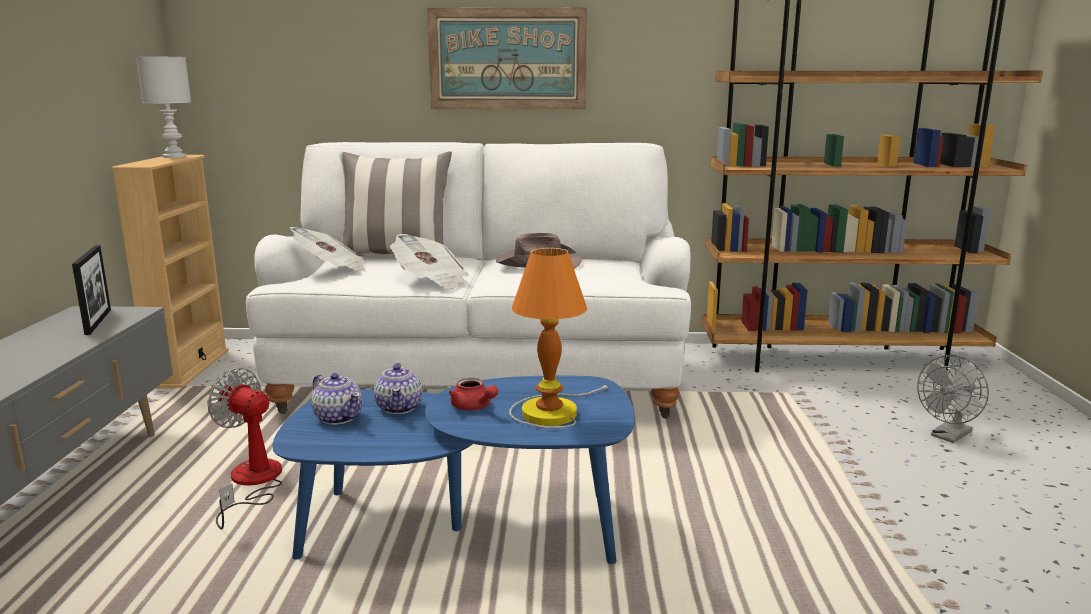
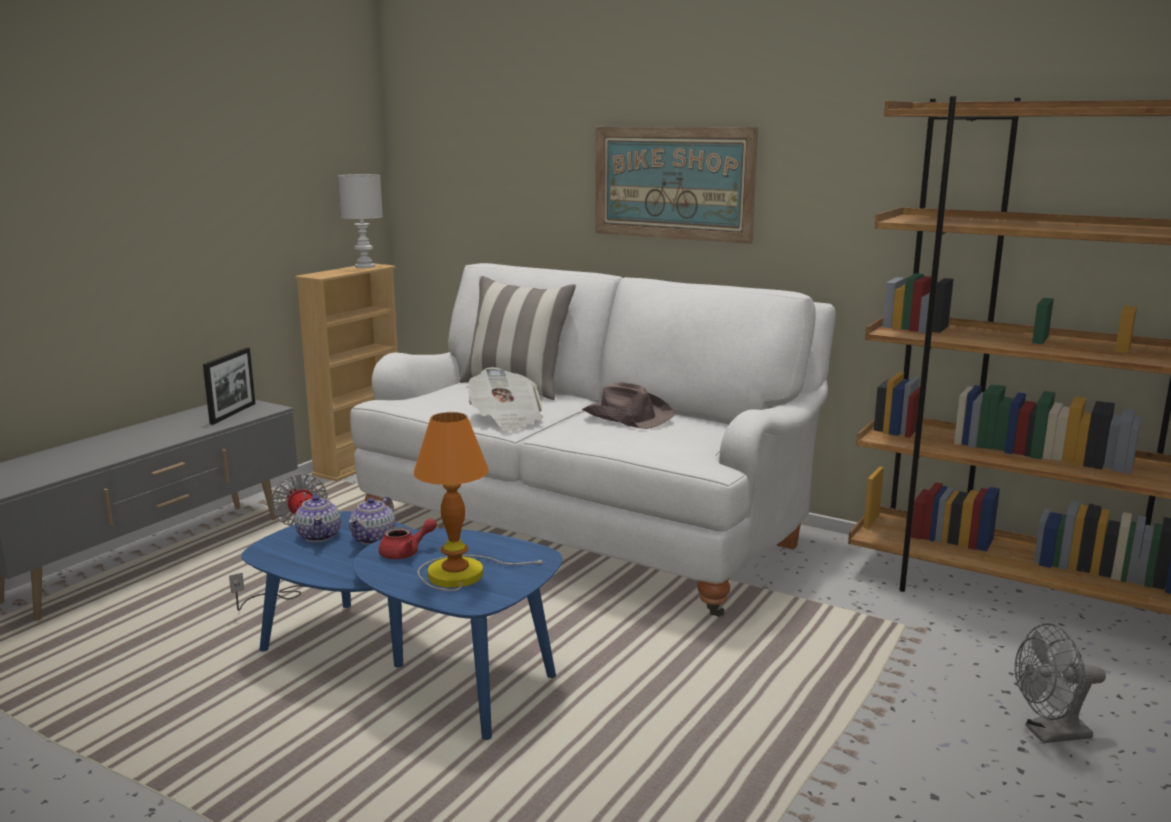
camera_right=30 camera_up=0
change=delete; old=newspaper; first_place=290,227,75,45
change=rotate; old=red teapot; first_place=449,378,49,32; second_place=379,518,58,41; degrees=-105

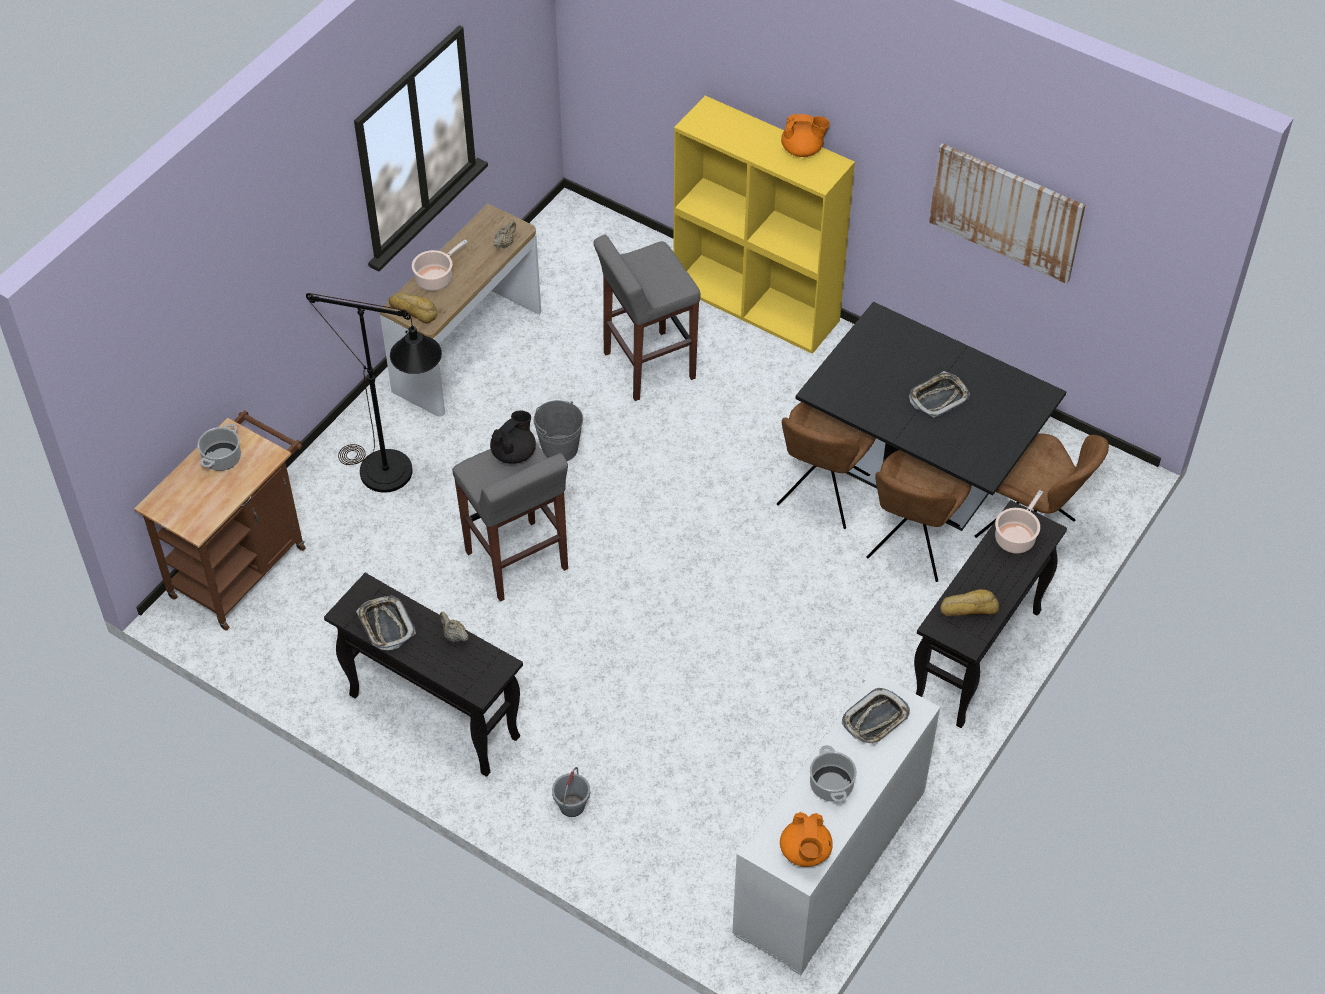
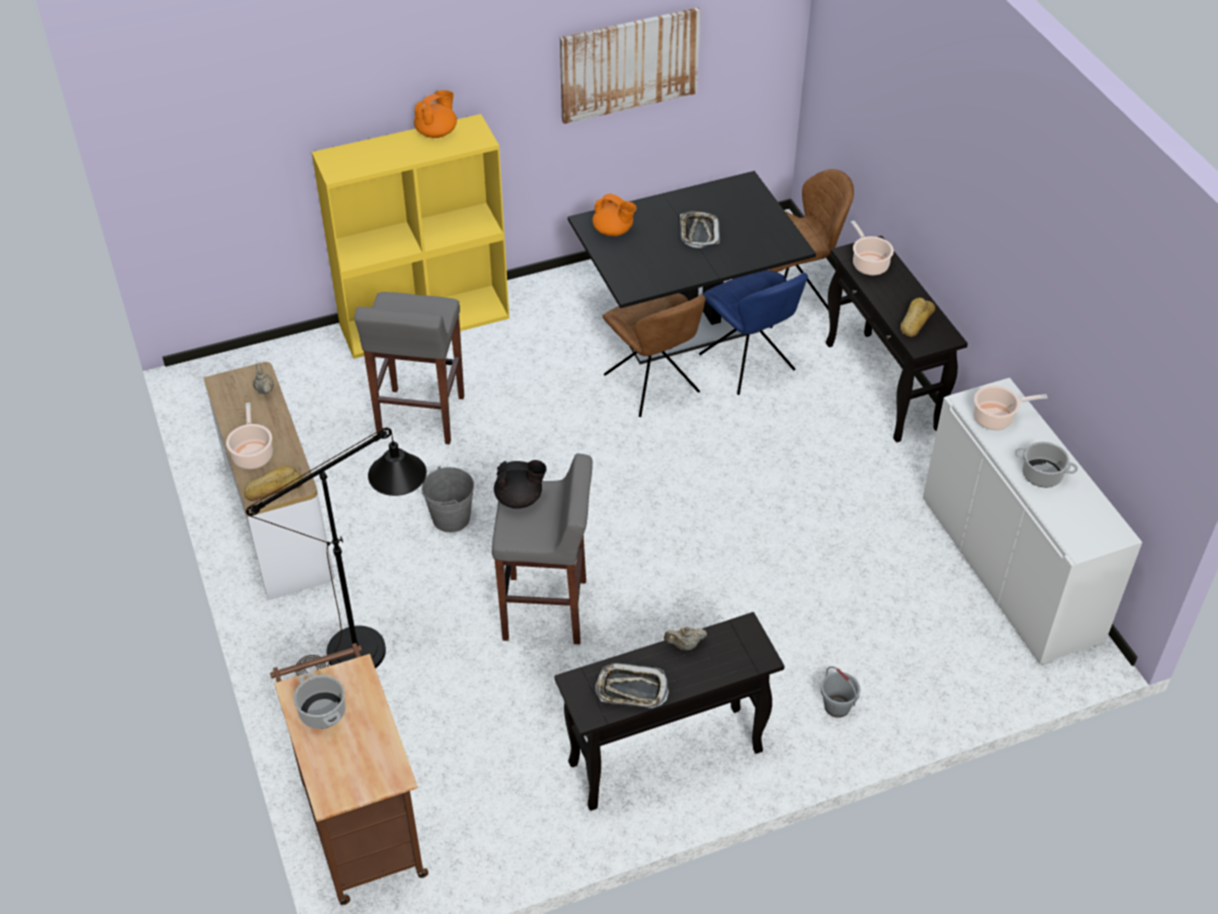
camera_right=-55 camera_up=-5
change=rotate; old=black teapot; first_place=490,410,46,54; second_place=494,460,53,49; degrees=105
change=move; old=orange teapot; first_place=780,812,53,55; second_place=593,194,44,42
change=replace; old=tray; new=cooking pot; first_place=842,688,68,56; second_place=973,386,75,44
change=recolor; old=brown chair; new=blue chair; first_place=866,450,106,132; second_place=699,270,109,125

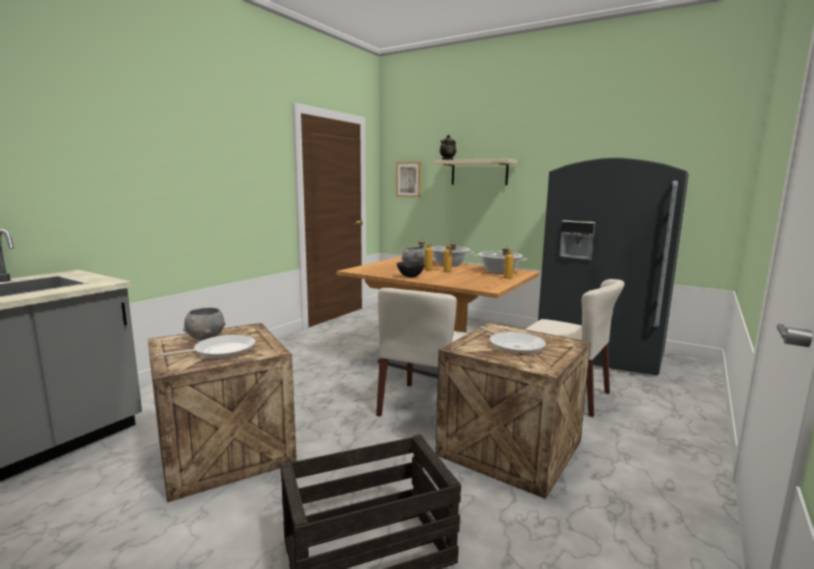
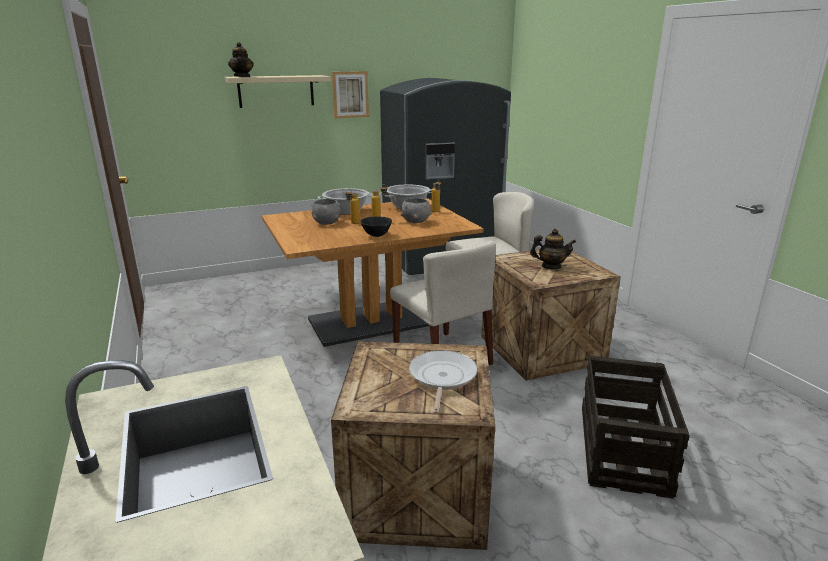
camera_right=-55 camera_up=10
change=move; old=grey bowl; first_place=183,307,43,33; second_place=401,198,31,25
change=move; old=picture; first_place=396,162,25,35; second_place=332,71,37,48
change=replace; old=frying pan; new=teapot; first_place=480,326,66,29; second_place=530,229,46,40

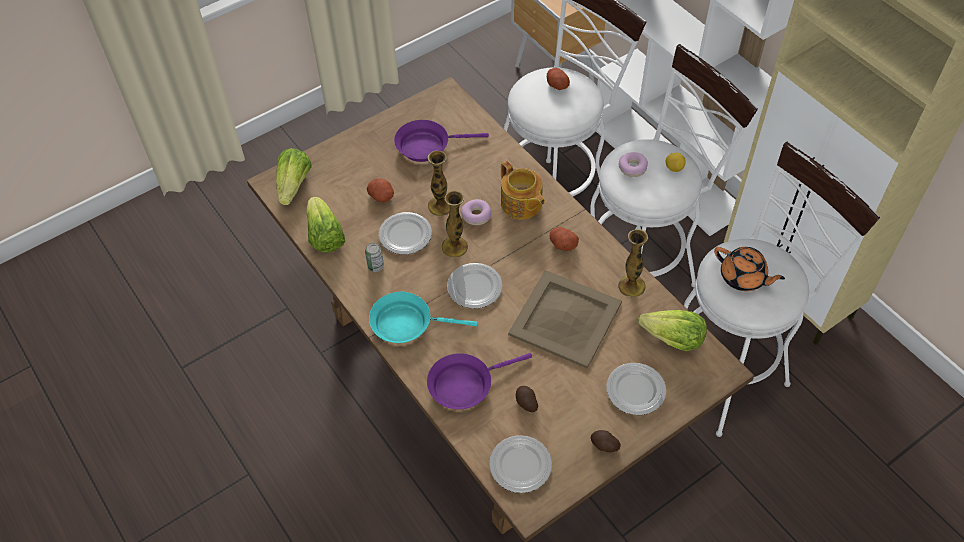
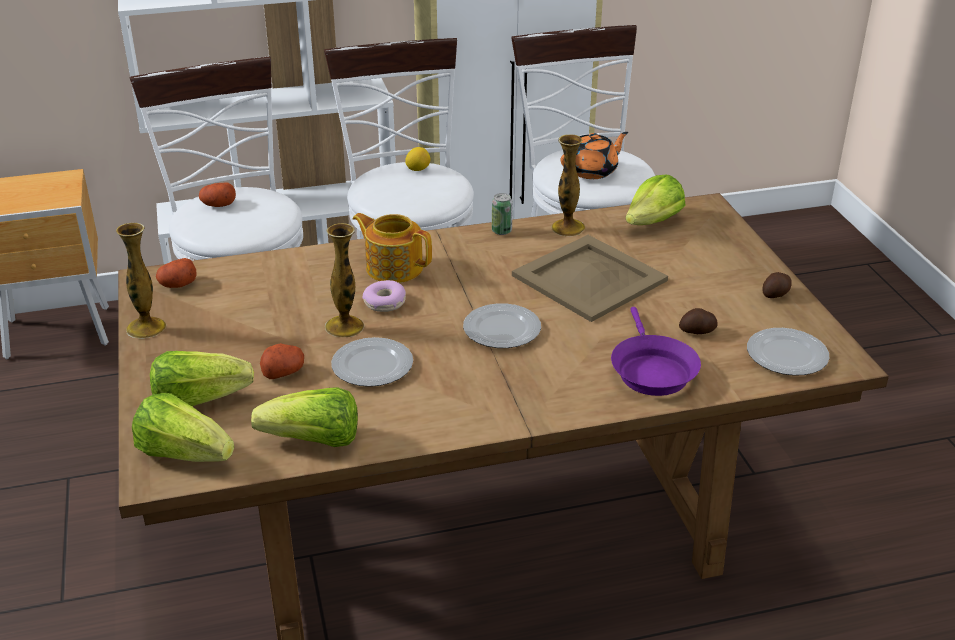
camera_right=-70 camera_up=-20
change=move; old=can; first_place=365,243,19,29; second_place=492,193,21,42
change=delete; old=turquoise frying pan; first_place=369,292,109,51
change=delete; old=purple frying pan; first_place=394,120,95,42
change=move; old=vase; first_place=441,191,27,66; second_place=116,223,50,116
change=rotate; old=teapot; first_place=501,161,44,59; second_place=352,213,80,70; degrees=-135
change=move; old=potato; first_place=550,227,29,24; second_place=156,258,41,30
change=delete; old=plate; first_place=606,363,60,52
change=delete; old=donut; first_place=618,152,30,25
change=insert; new=lettuce; second_place=150,351,104,55

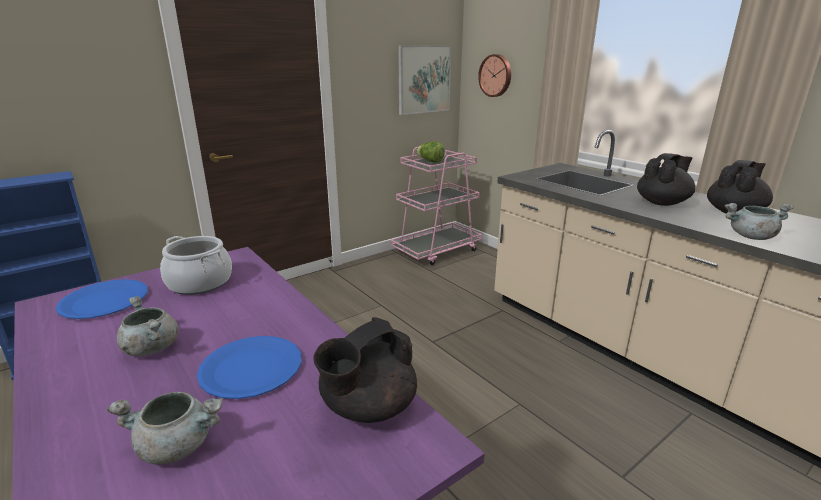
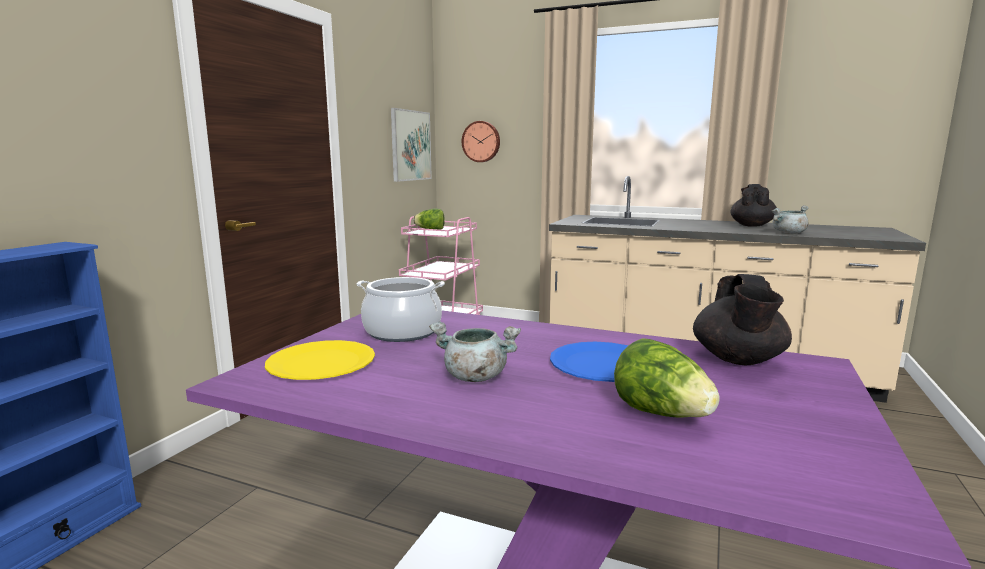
camera_right=-30 camera_up=-10
change=recolor; old=blue plate; new=yellow plate; first_place=56,279,92,40; second_place=265,340,110,40
change=replace; old=grey cooking pot; new=lettuce; first_place=107,392,116,72; second_place=614,338,106,80
change=delete; old=black teapot; first_place=637,153,58,53

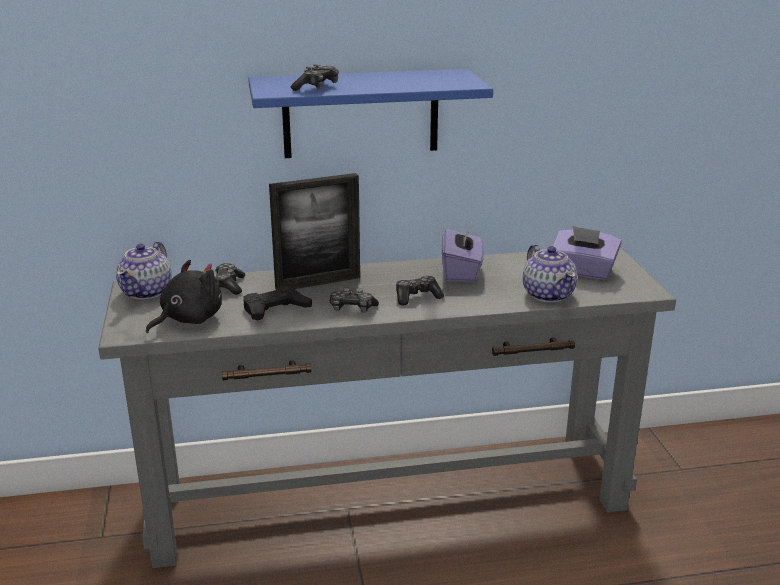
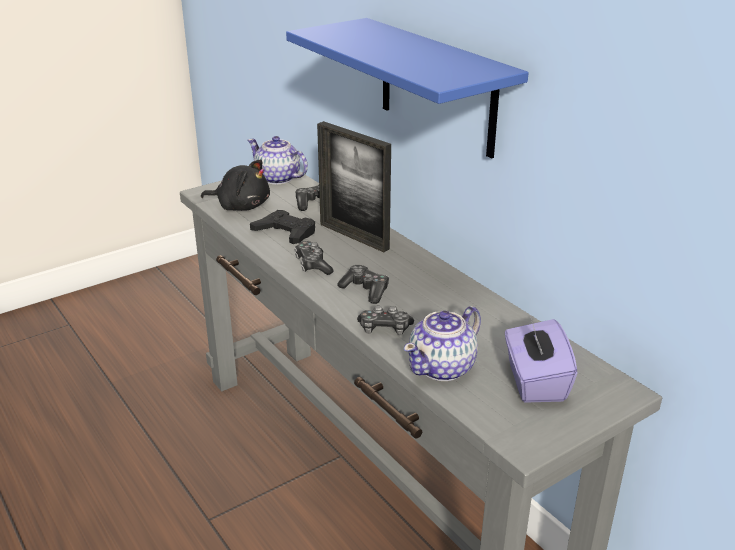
camera_right=65 camera_up=5
change=rotate; old=teapot; first_place=116,241,56,59; second_place=247,136,61,49; degrees=45
change=move; old=game controller; first_place=291,64,48,27; second_place=357,305,57,30
change=delete; old=purple tissue box; first_place=442,226,42,56

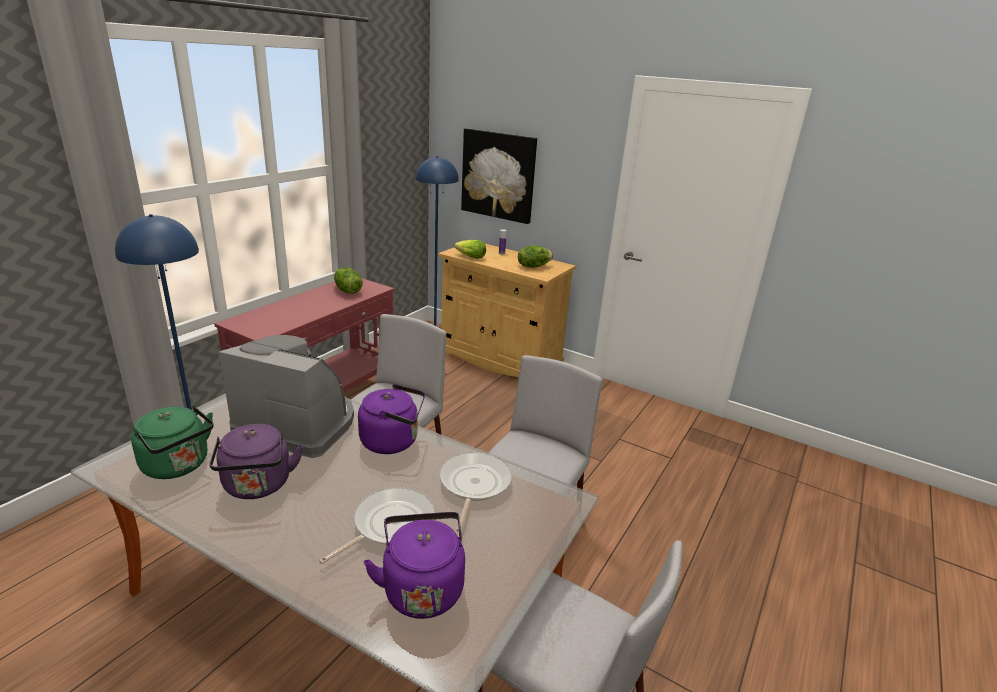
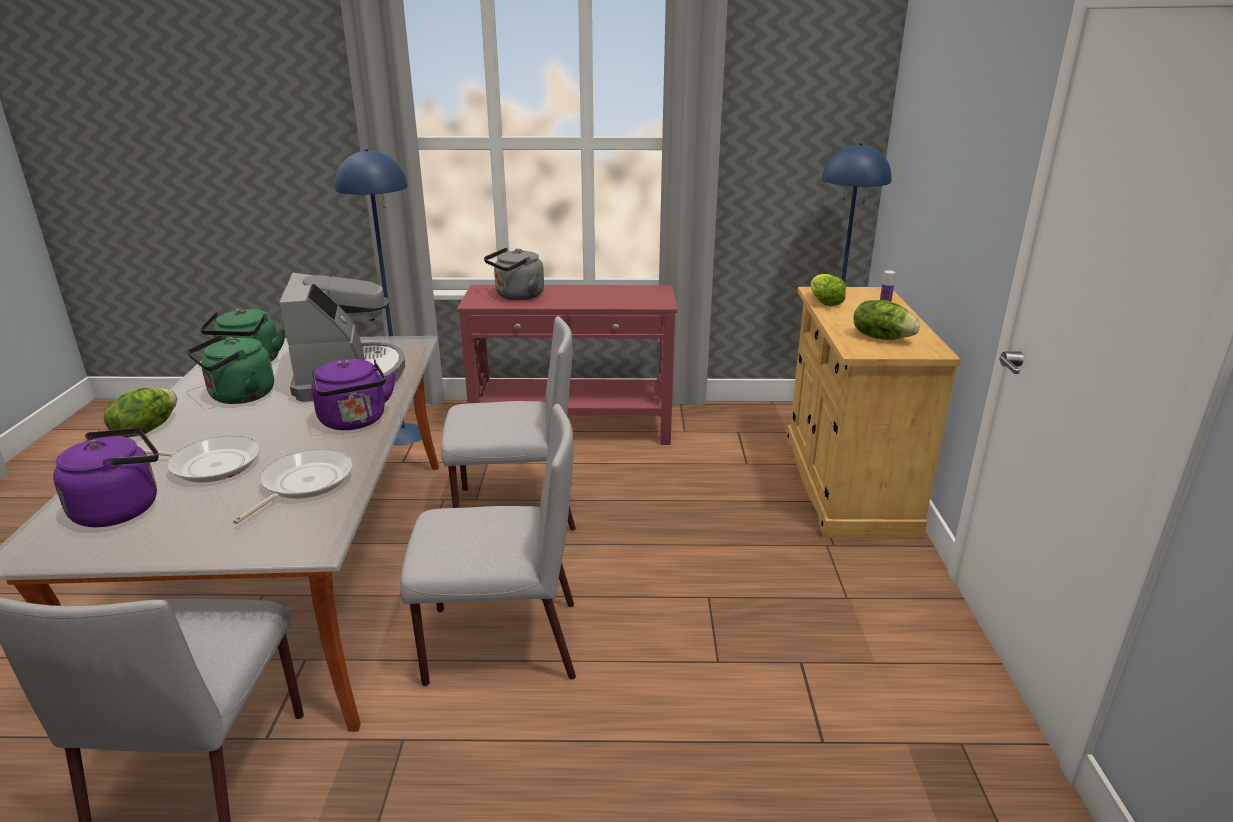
camera_right=60 camera_up=0
change=recolor; old=purple kettle; new=green kettle; first_place=209,424,94,75; second_place=187,335,87,69
change=move; old=lettuce; first_place=334,267,28,27; second_place=104,388,73,49
change=rotate; old=frying pan; first_place=439,452,73,80; second_place=233,449,120,75; degrees=-45
change=delete; old=picture; first_place=461,128,76,96
change=insert; new=grey kettle; second_place=484,247,60,53

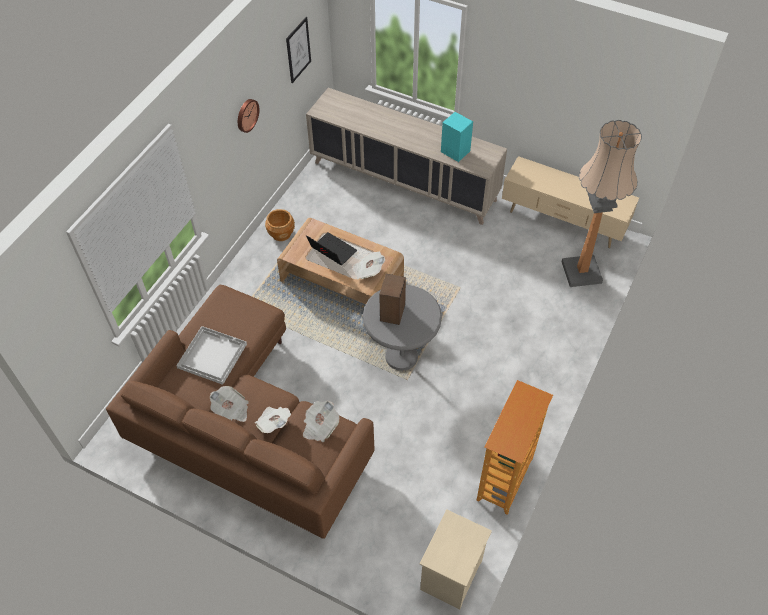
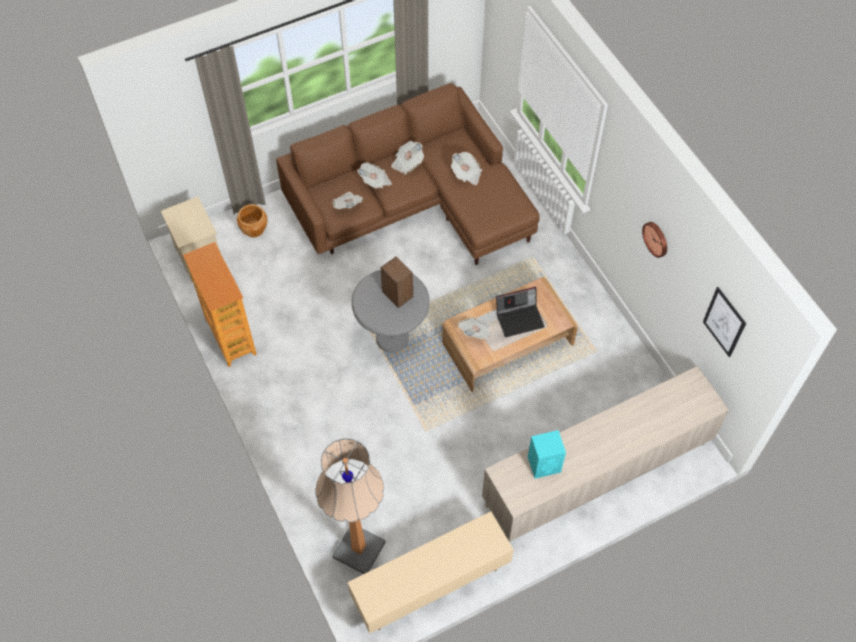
camera_right=125 camera_up=5
change=replace; old=white tray; new=newspaper; first_place=176,326,71,59; second_place=451,152,31,33
change=move; old=brown planter; first_place=265,209,30,32; second_place=237,204,31,33

